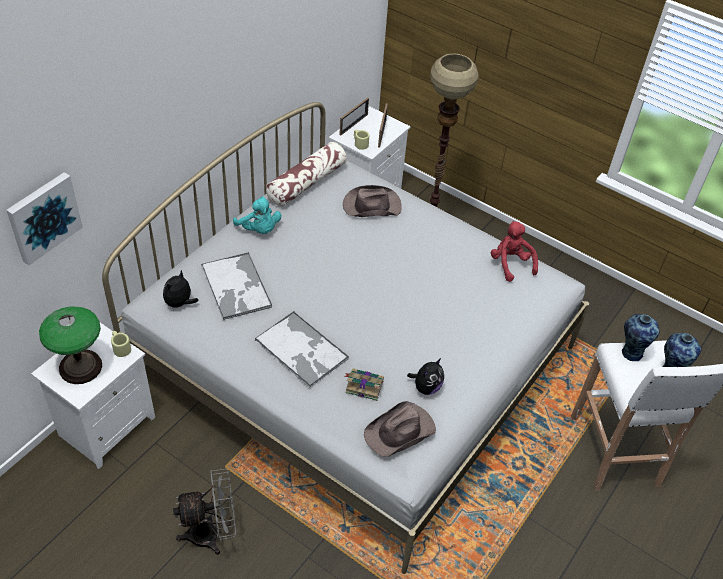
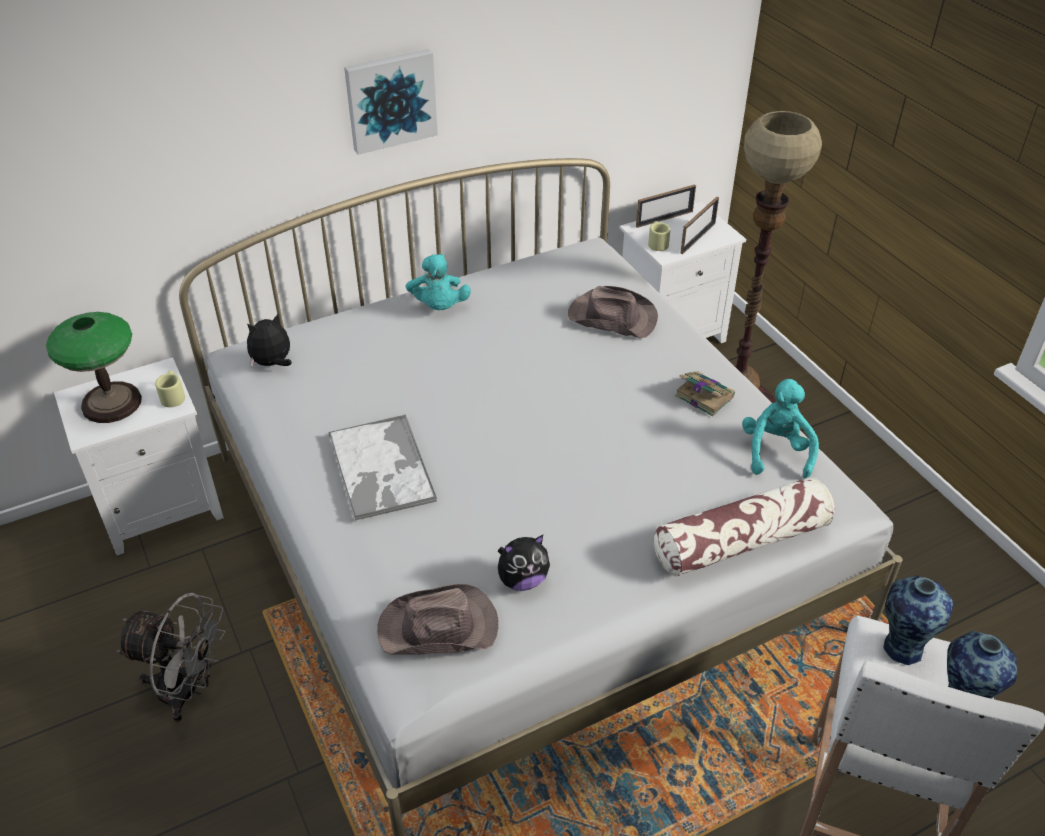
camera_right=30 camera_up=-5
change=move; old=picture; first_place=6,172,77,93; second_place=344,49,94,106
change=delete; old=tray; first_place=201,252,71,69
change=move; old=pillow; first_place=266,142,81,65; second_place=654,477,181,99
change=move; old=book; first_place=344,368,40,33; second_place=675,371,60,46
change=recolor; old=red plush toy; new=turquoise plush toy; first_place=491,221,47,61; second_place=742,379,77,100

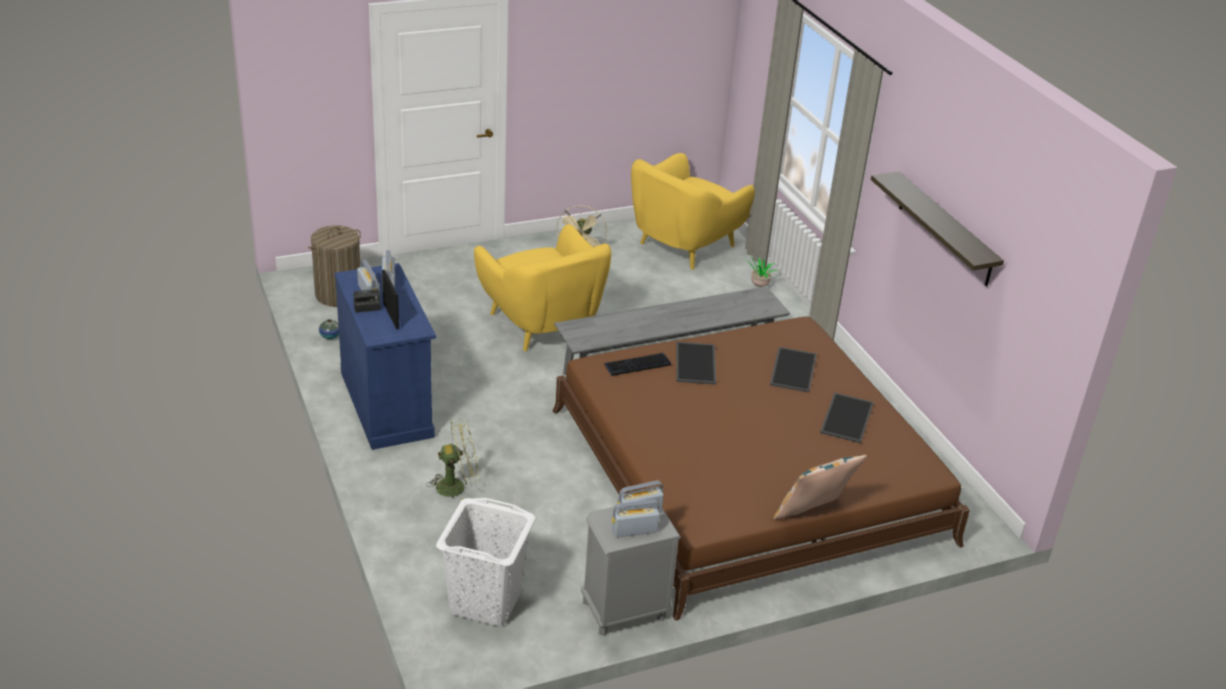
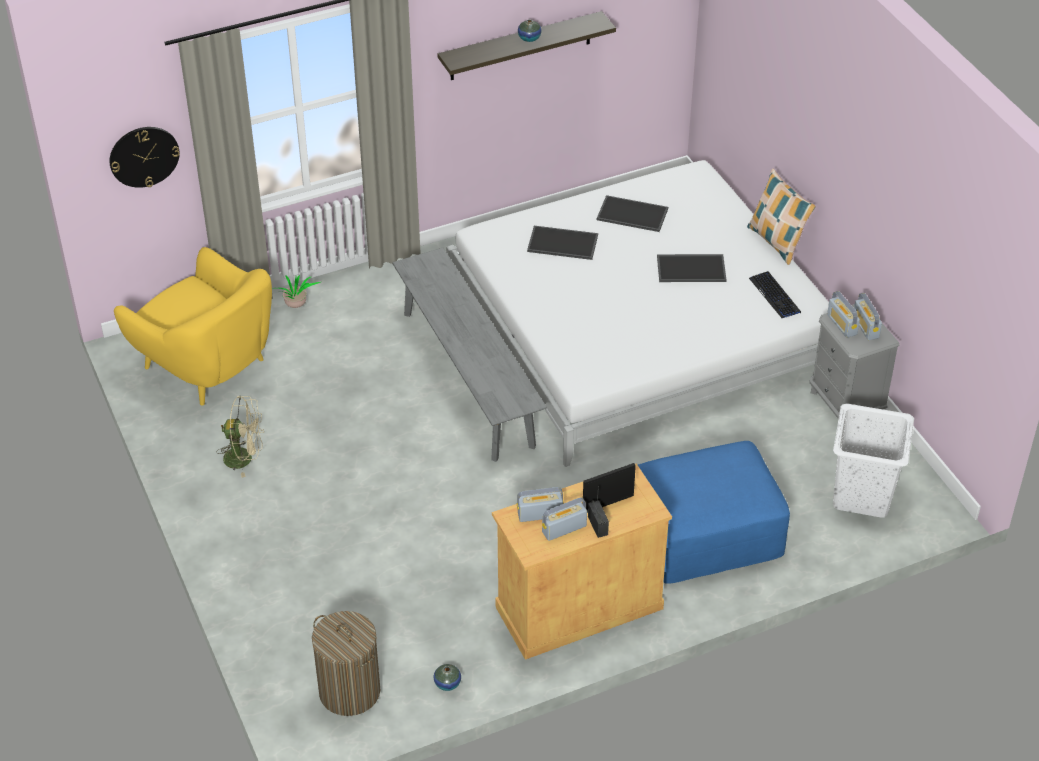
camera_right=-90 camera_up=10
change=recolor; old=blue cabinet; new=beige cabinet; first_place=335,263,101,187; second_place=492,464,180,196
change=replace; old=green fan; new=blue ottoman; first_place=426,419,53,81; second_place=638,441,152,143
change=delete; old=yellow armchair; first_place=474,224,137,127
change=recolor; old=brown bed; new=white bed; first_place=553,316,417,305; second_place=446,160,383,307
change=move; old=keyboard; first_place=603,353,68,23; second_place=749,271,52,47
change=move; old=tray; first_place=676,342,40,43; second_place=657,254,70,28
change=insert; new=wall clock; second_place=110,127,70,61
change=insert; new=vase; second_place=518,19,24,23

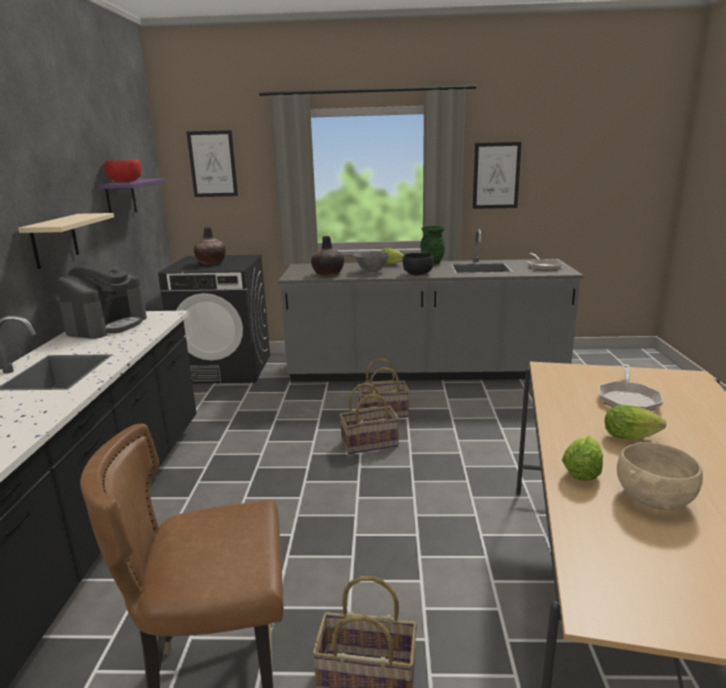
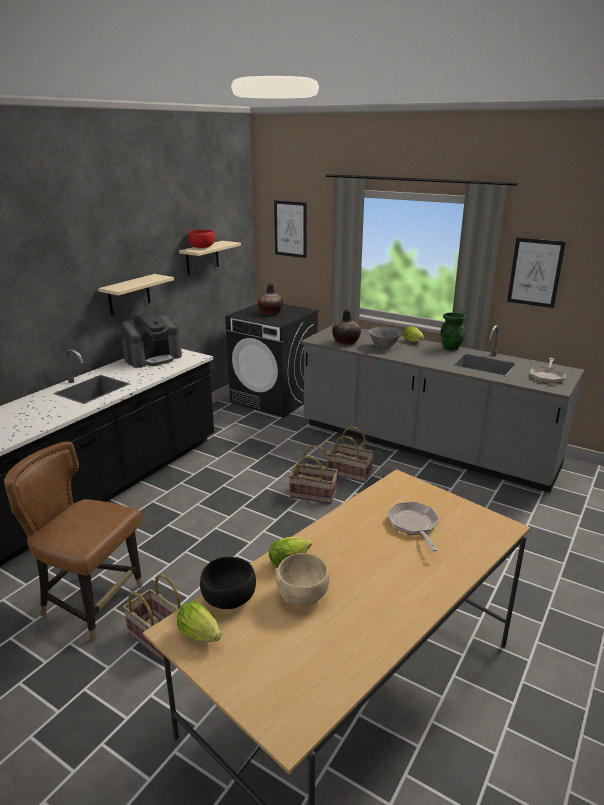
camera_right=30 camera_up=5
change=recolor; old=purple shelf; new=beige shelf; first_place=98,178,67,41; second_place=179,241,62,34
change=move; old=black bowl; first_place=403,253,31,22; second_place=200,557,56,52
change=rotate; old=frying pan; first_place=599,364,64,47; second_place=387,502,53,49; degrees=120
change=move; old=lettuce; first_place=605,404,61,36; second_place=177,602,44,40

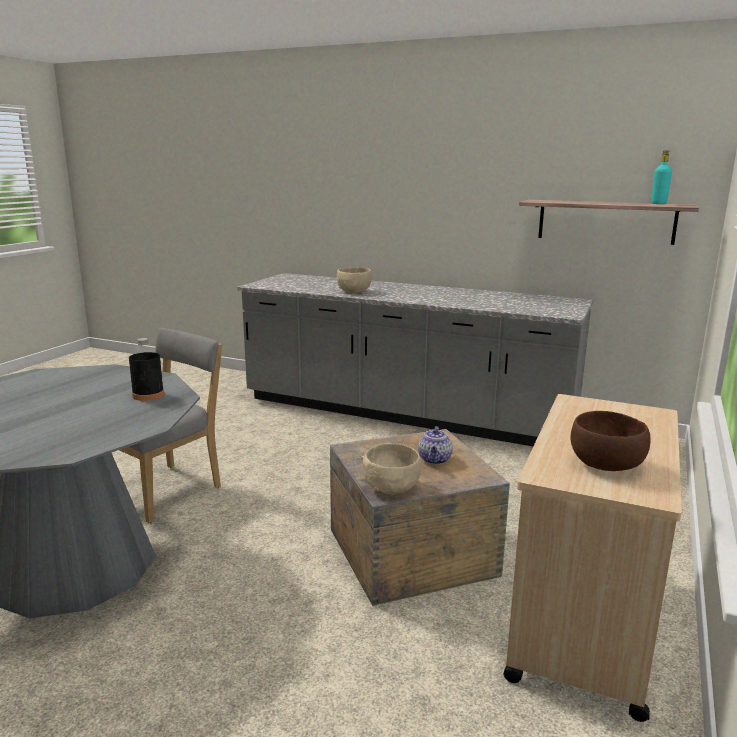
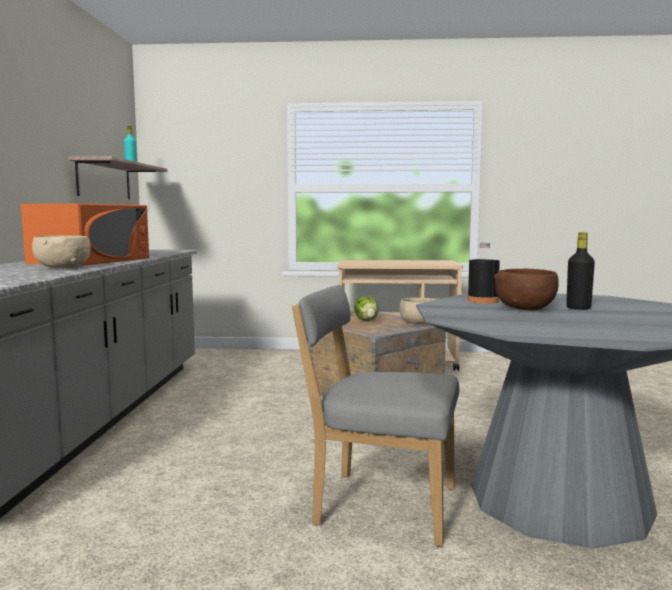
camera_right=-110 camera_up=-10
change=replace; old=teapot; new=lettuce; first_place=418,426,35,38; second_place=354,296,25,25
change=move; old=brown bowl; first_place=571,411,80,60; second_place=494,269,65,41
change=insert; new=orange microwave; second_place=21,203,128,63
change=insert; new=black bottle; second_place=566,232,29,78

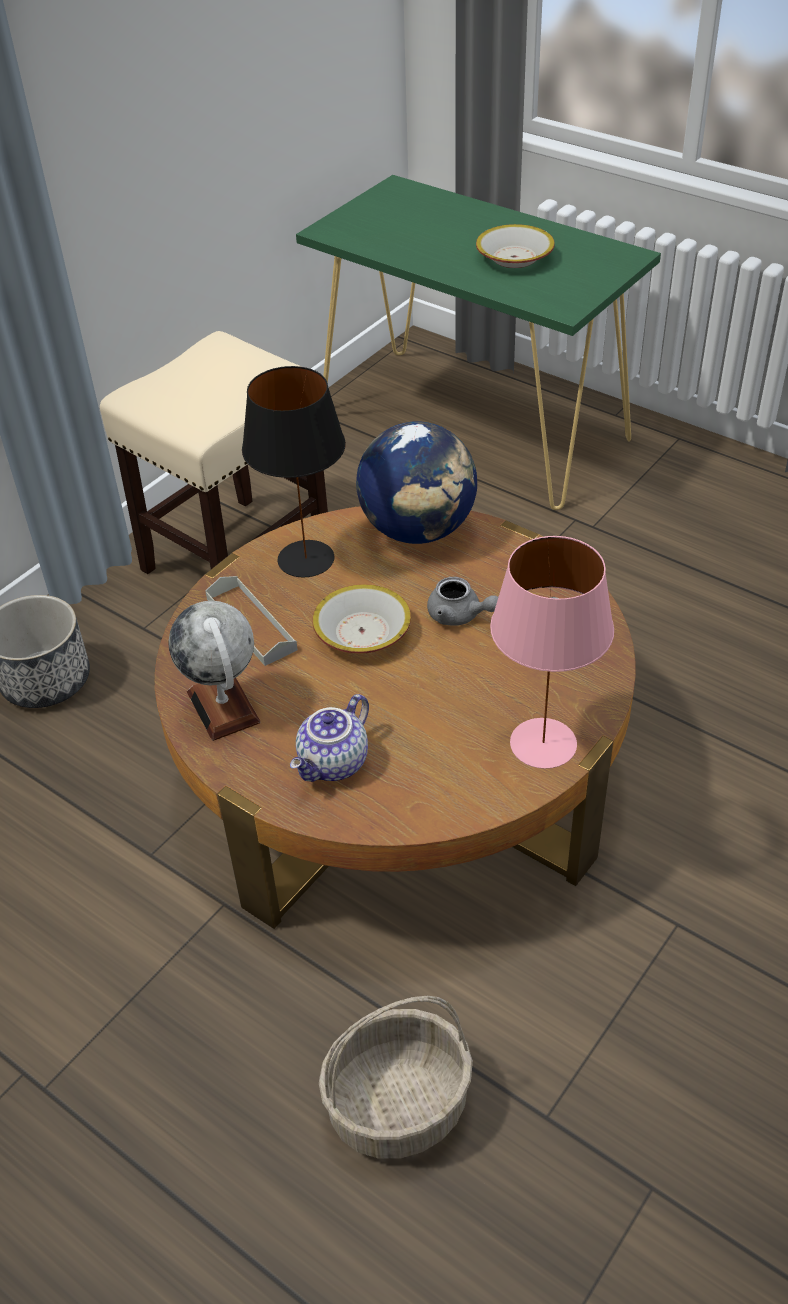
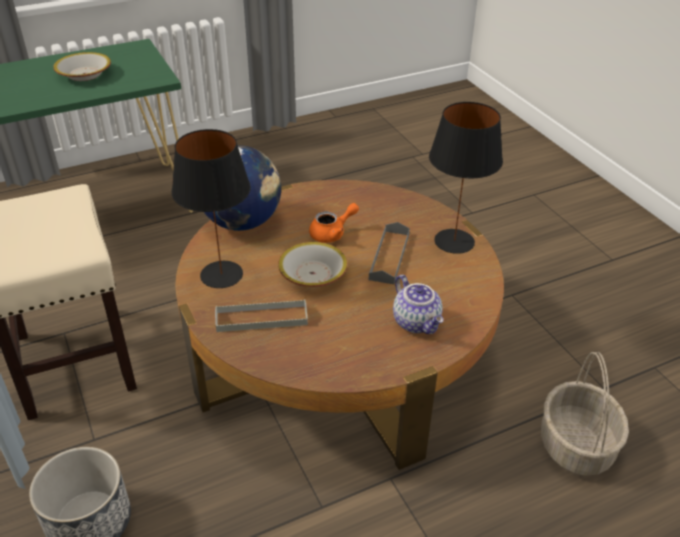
camera_right=-65 camera_up=-5
change=delete; old=globe; first_place=168,601,93,140
change=recolor; old=grey teapot; new=orange teapot; first_place=427,577,71,49; second_place=309,203,50,40
change=recolor; old=pink table lamp; new=black table lamp; first_place=490,536,124,233; second_place=429,102,74,152
change=insert; new=grey tray; second_place=369,222,41,62

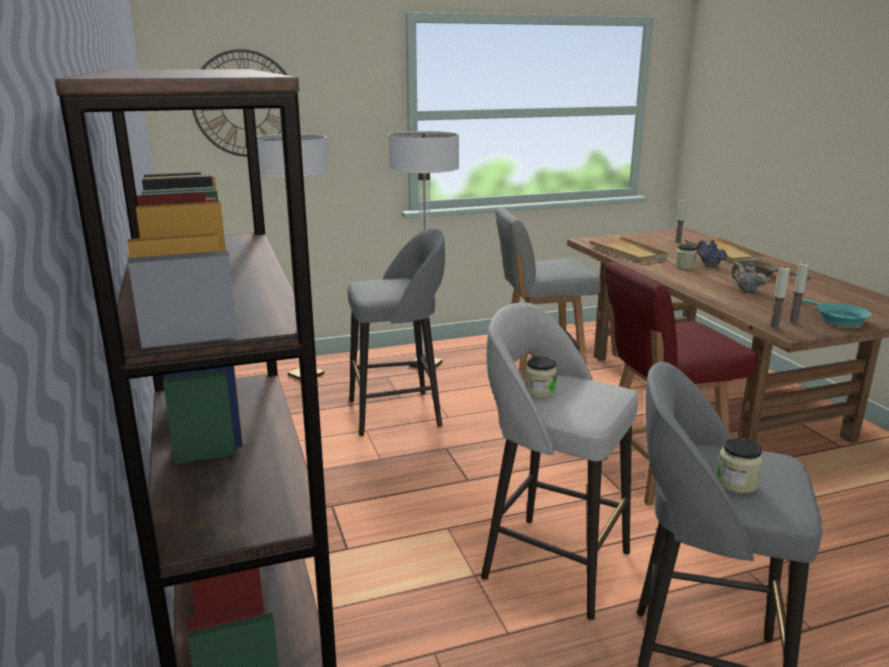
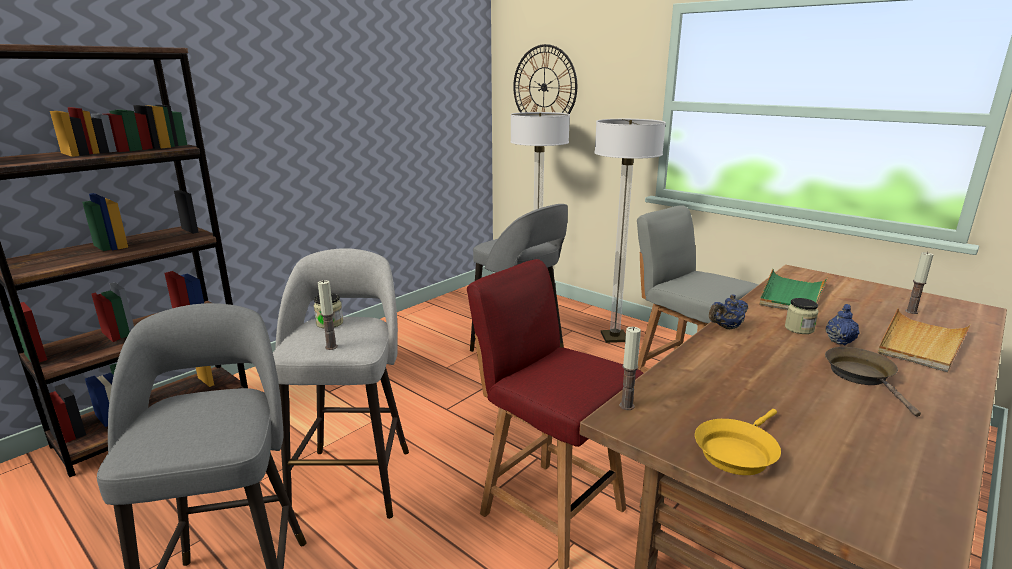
camera_right=60 camera_up=0
change=recolor; old=beige tray; new=green tray; first_place=589,236,79,27; second_place=759,269,69,41
change=delete; old=jar; first_place=716,438,47,55
change=delete; old=beige teapot; first_place=731,262,36,30
change=move; old=candle; first_place=788,262,21,62; second_place=318,280,20,70
change=recolor; old=turquoise frying pan; new=yellow frying pan; first_place=802,298,69,29; second_place=695,409,86,66
change=insert; new=blue teapot; second_place=709,294,39,35

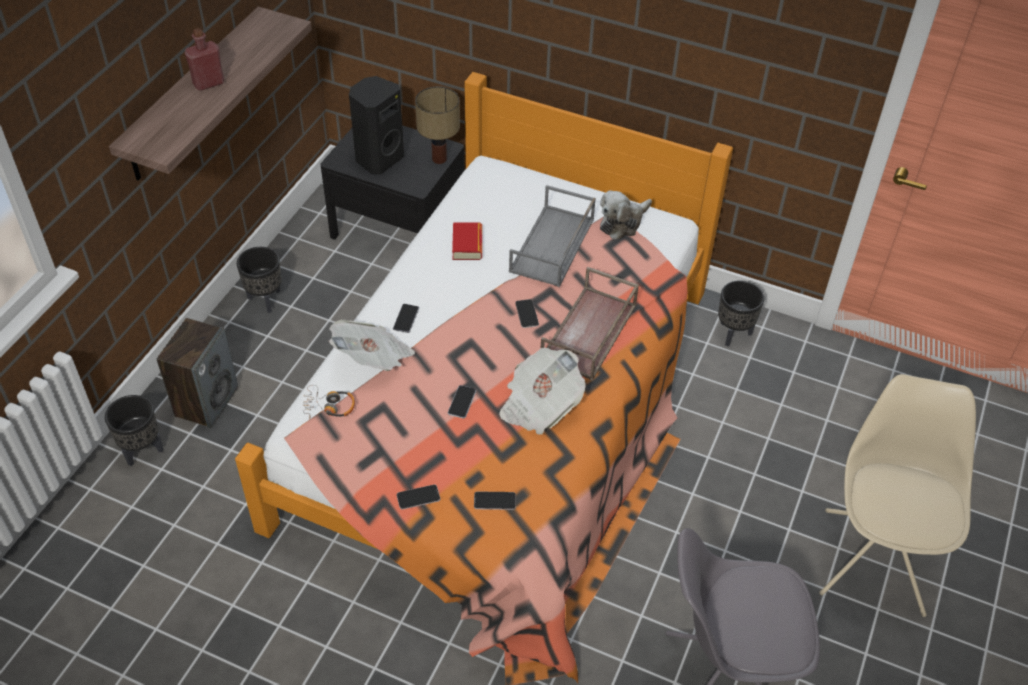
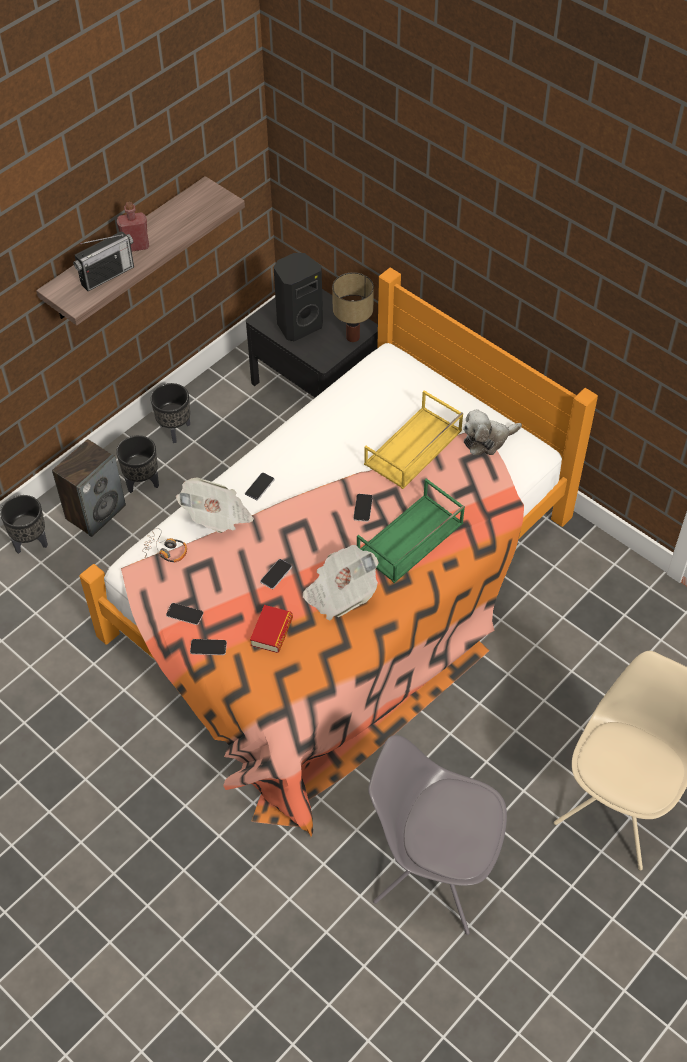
camera_right=20 camera_up=5
change=move; old=book; first_place=452,222,30,38; second_place=250,605,43,48
change=move; old=phone; first_place=474,491,42,19; second_place=166,603,38,22
change=recolor; old=grey tray; new=yellow tray; first_place=509,185,87,102; second_place=364,391,99,98
change=recolor; old=brown tray; new=green tray; first_place=540,267,99,113; second_place=357,478,108,105
change=move; old=black planter; first_place=718,280,46,67; second_place=116,435,43,58
change=insert; new=radio; second_place=73,232,61,59

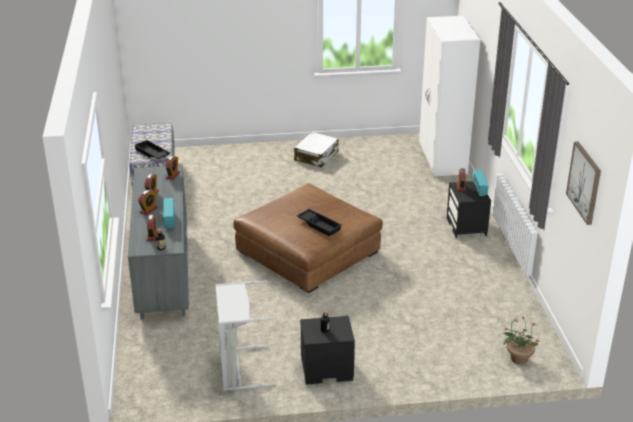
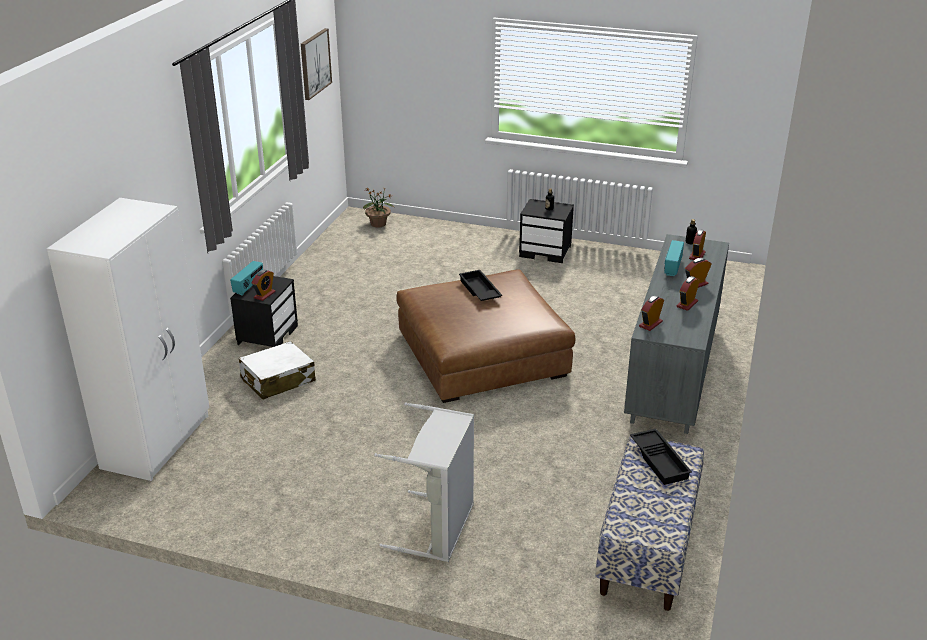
camera_right=-155 camera_up=0
change=move; old=grey laundry basket; first_place=215,280,61,111; second_place=374,403,100,159
change=move; old=white suitcase; first_place=294,132,45,36; second_place=239,341,77,58

